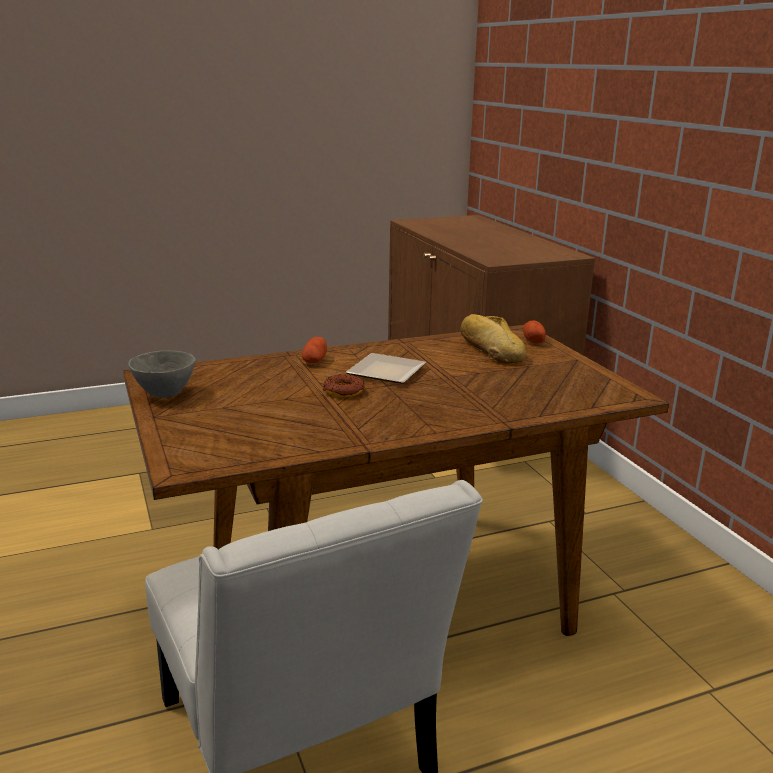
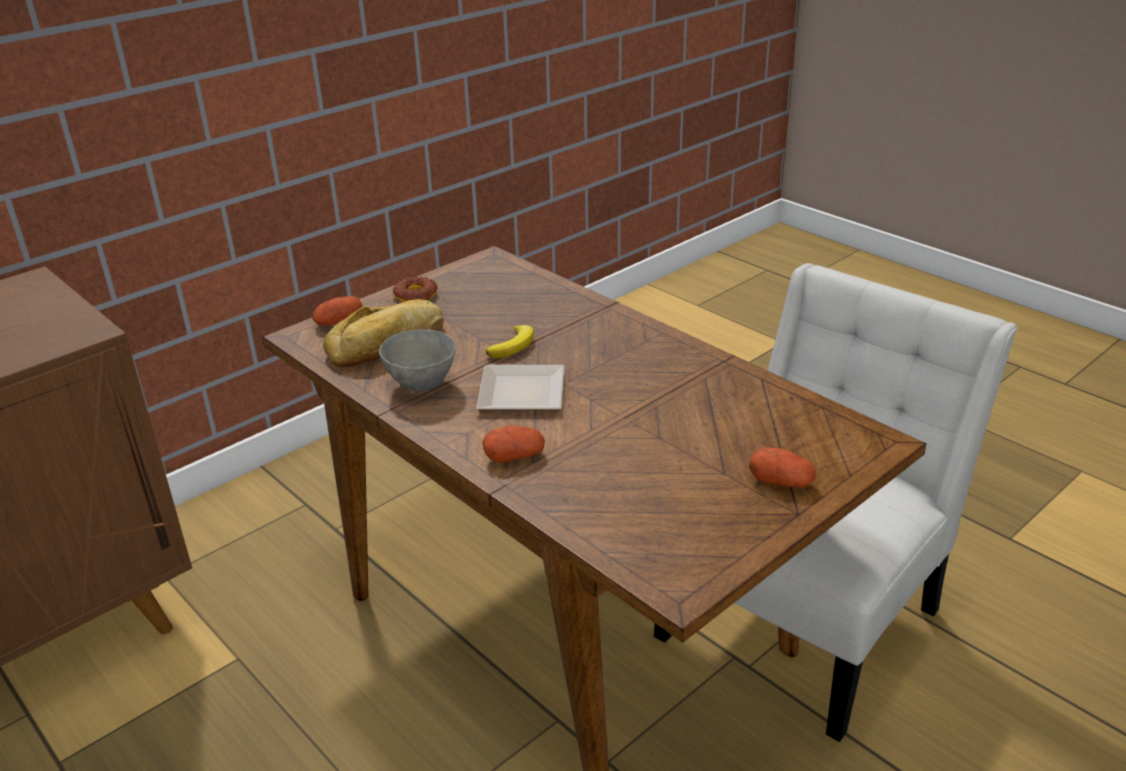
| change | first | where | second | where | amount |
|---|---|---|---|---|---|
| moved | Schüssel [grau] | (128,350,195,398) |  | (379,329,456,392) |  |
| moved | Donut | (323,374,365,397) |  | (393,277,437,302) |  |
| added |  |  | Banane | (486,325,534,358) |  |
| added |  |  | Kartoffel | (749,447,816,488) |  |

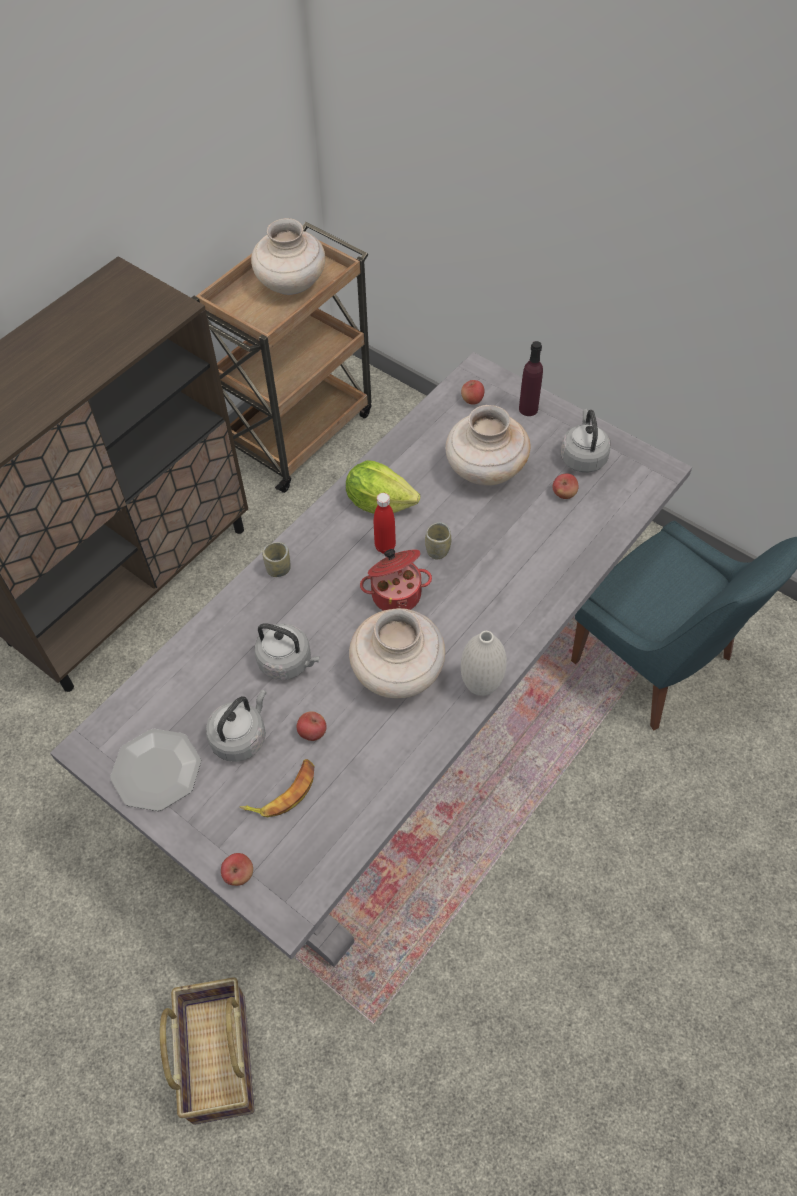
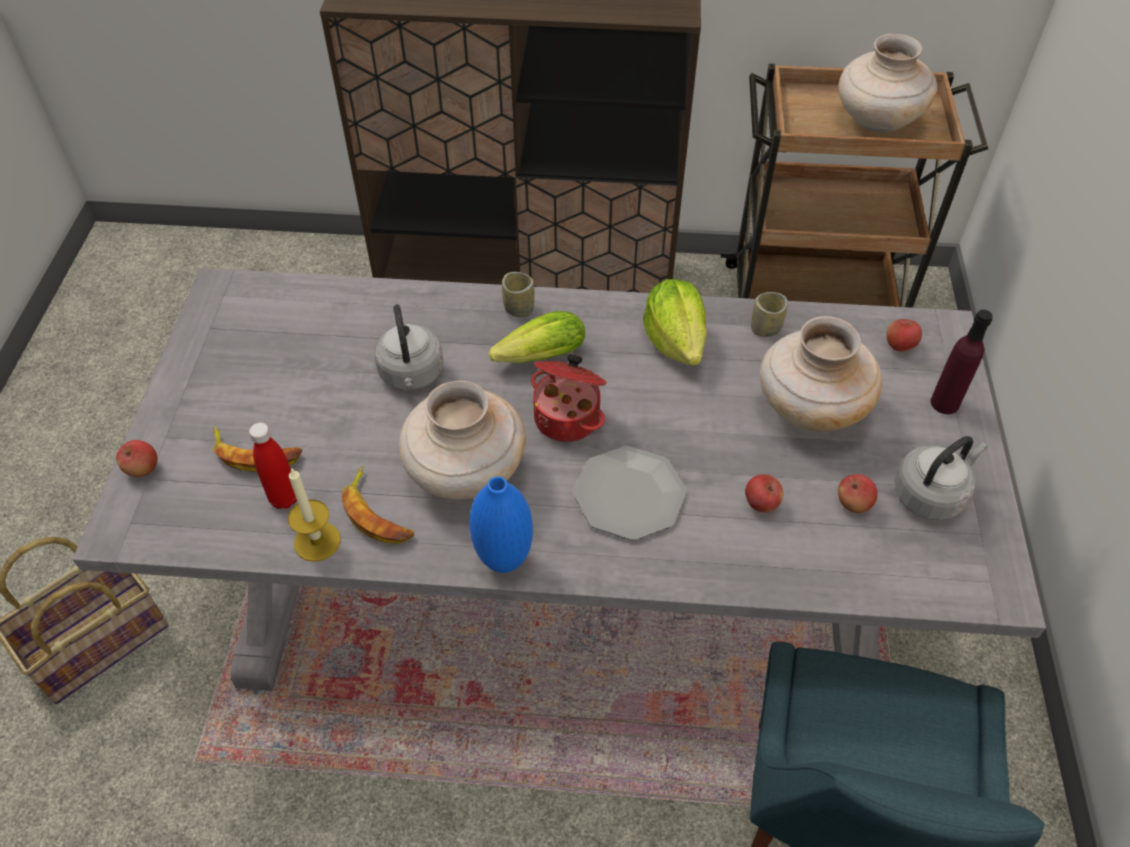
| change | first | where | second | where | amount |
|---|---|---|---|---|---|
| moved | Flasche [rot] | (374,493,396,554) |  | (249,423,297,509) |  |
| moved | Tasse | (425,522,451,559) |  | (751,292,788,337) |  |
| recoloured | Vase [weiß] | (461,631,507,696) | Vase [blau] | (469,476,533,573) |  |
| removed | Wasserkessel [grau] | (206,690,266,762) |  |  |  |
| moved | Apfel | (297,711,327,741) |  | (745,474,784,513) |  |
| moved | Teller | (110,729,201,811) |  | (573,446,687,540) |  |
| added |  |  | Salatkopf | (489,311,585,363) |  |
| added |  |  | Banane | (342,466,414,544) |  |
| added |  |  | Kerze | (288,467,341,562) |  |

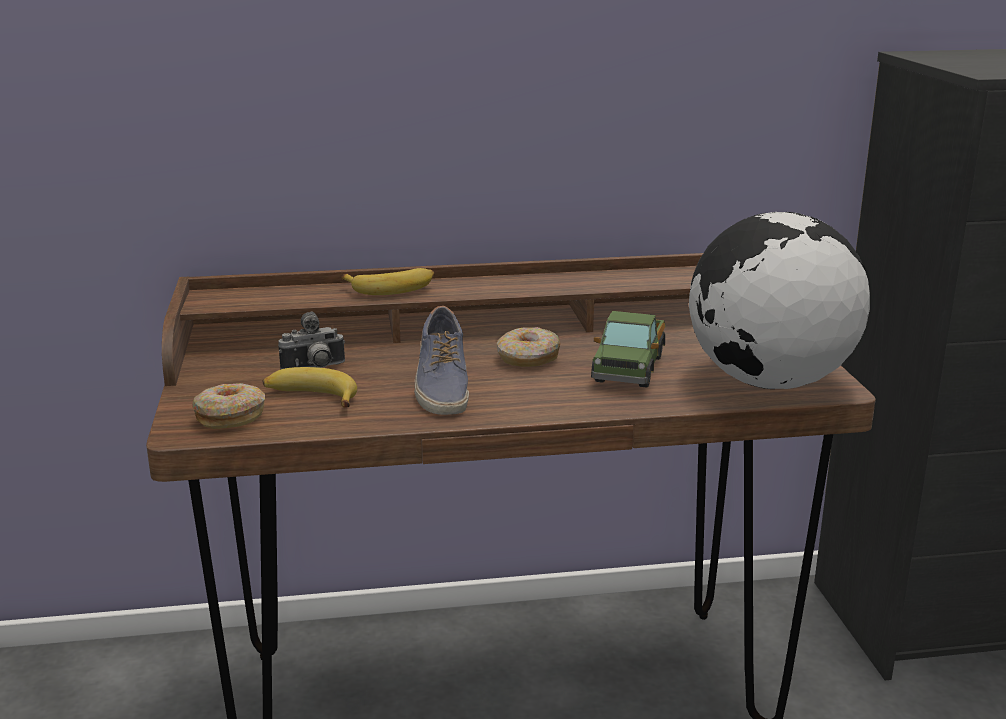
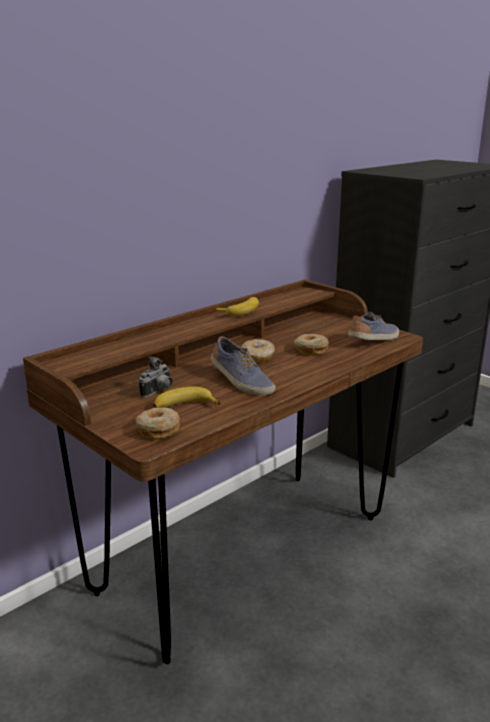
| change | first | where | second | where | amount |
|---|---|---|---|---|---|
| replaced | Globus | (689,212,870,389) | Schuh | (348,312,399,340) |  |
| moved | Banane | (341,268,434,295) |  | (214,297,259,316) |  |
| replaced | Spielzeuglaster | (591,311,666,388) | Donut | (294,334,329,355) |  |

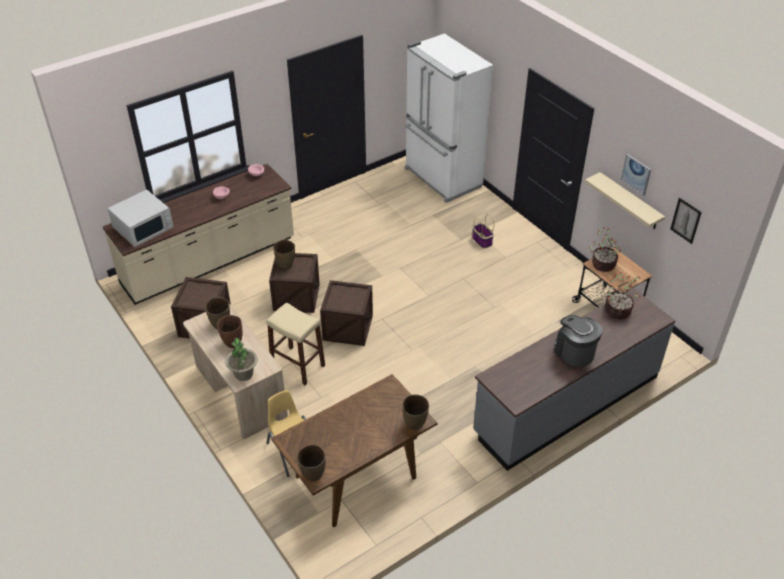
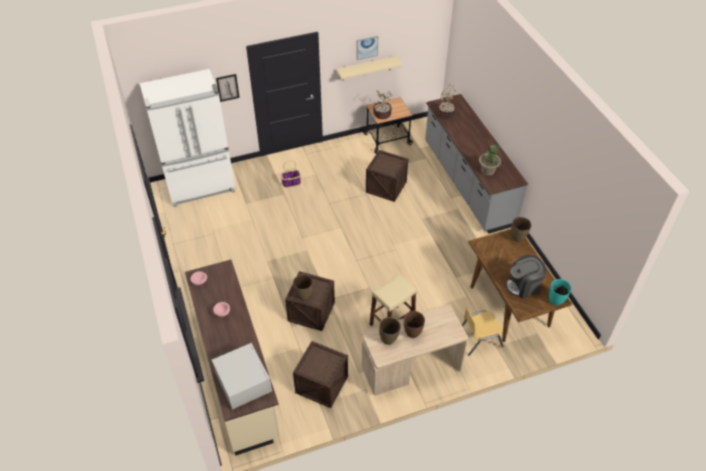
| change | first | where | second | where | amount |
|---|---|---|---|---|---|
| moved | Bild | (670,198,702,244) |  | (216,74,240,102) |  |
| moved | Kiste | (320,280,373,346) |  | (366,150,408,202) |  |
| moved | Kaffeemaschine | (554,315,603,367) |  | (506,255,546,298) |  |
| moved | Topfpflanze | (225,338,258,381) |  | (479,144,501,176) |  |
| recoloured | Vase [braun] | (297,445,326,481) | Vase [türkis] | (549,279,572,305) |  |

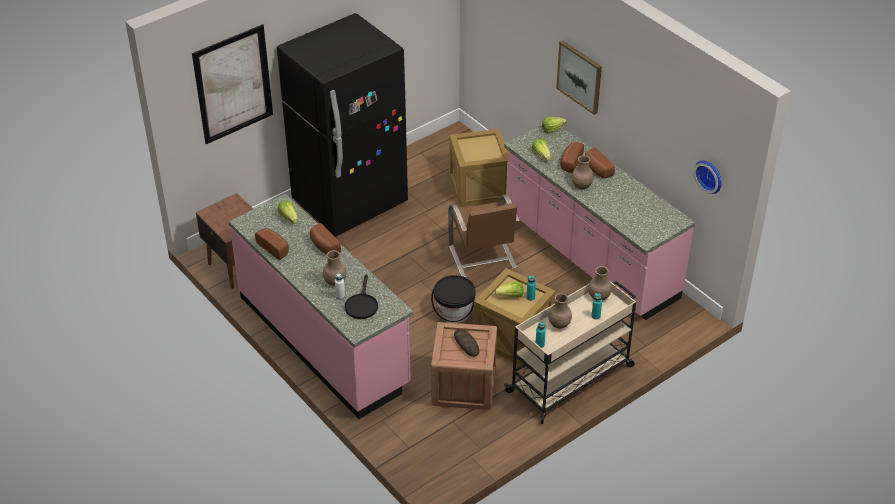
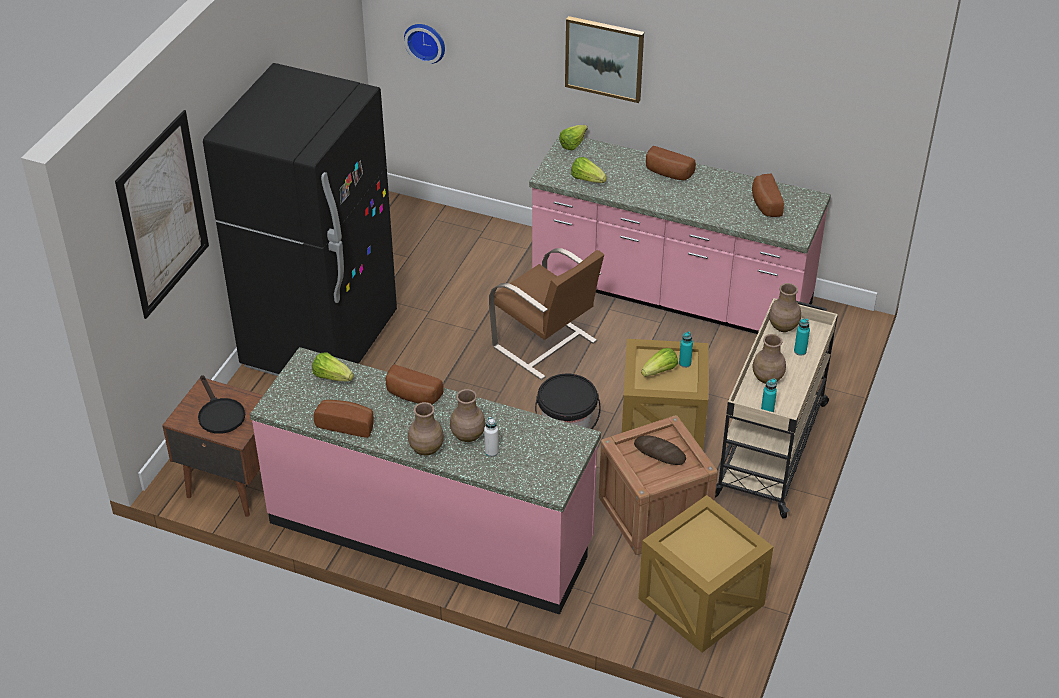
| change | first | where | second | where | amount |
|---|---|---|---|---|---|
| moved | Kiste | (449,129,508,207) |  | (638,495,773,653) |  |
| moved | Brot | (560,142,584,173) |  | (752,174,784,217) |  |
| moved | Vase [braun] | (572,155,594,189) |  | (408,402,444,455) |  |
| moved | Wanduhr | (694,161,722,194) |  | (404,24,445,64) |  |
| moved | Pfanne [schwarz] | (345,274,378,319) |  | (198,375,245,434) |  |

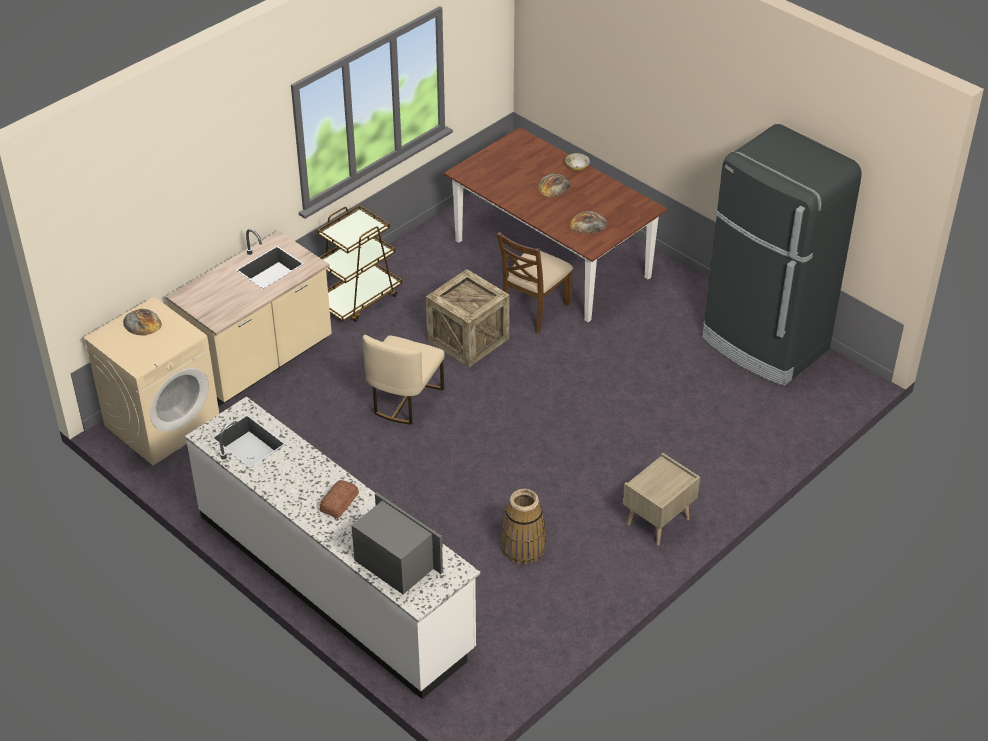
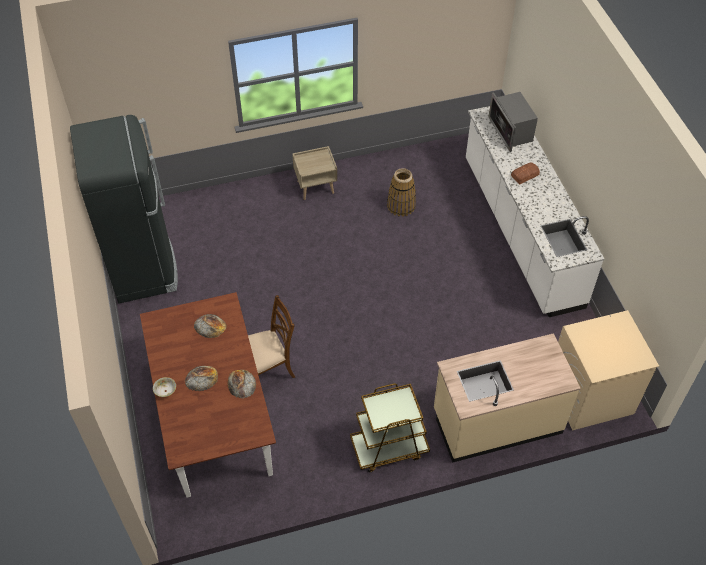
| change | first | where | second | where | amount |
|---|---|---|---|---|---|
| removed | Kiste | (426,269,510,367) |  |  |  |
| moved | Brot | (123,309,162,336) |  | (228,370,256,399) |  |
| removed | Stuhl [beige] | (363,335,445,425) |  |  |  |

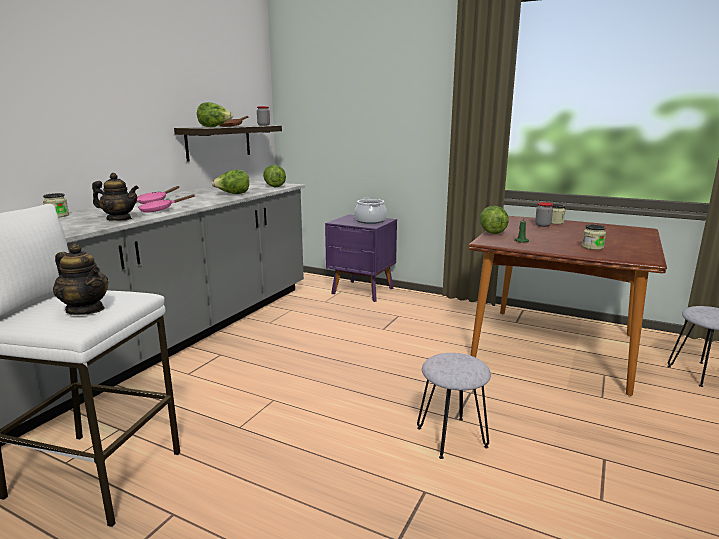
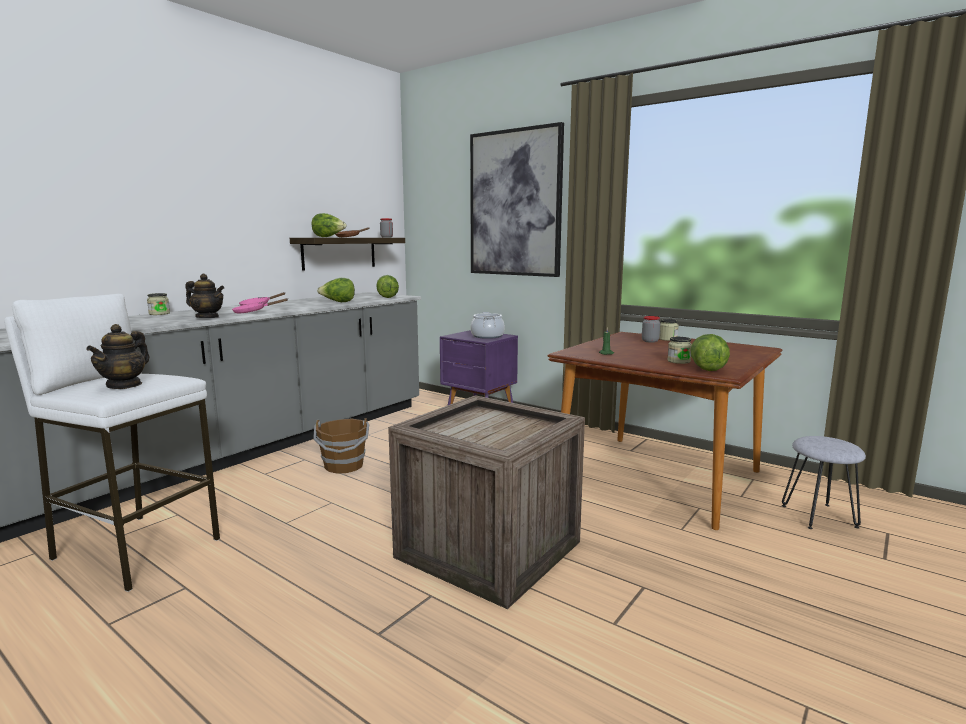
| change | first | where | second | where | amount |
|---|---|---|---|---|---|
| moved | Salatkopf | (480,206,509,234) |  | (690,334,730,371) |  |
| turned | Teekanne | (53,244,108,315) |  | (86,324,150,389) | 60 degrees clockwise |
| replaced | Hocker [grau] | (417,353,491,459) | Kiste | (388,395,585,609) |  |
| added |  |  | Bild | (470,122,564,277) |  |
| added |  |  | Eimer [braun] | (313,418,369,473) |  |

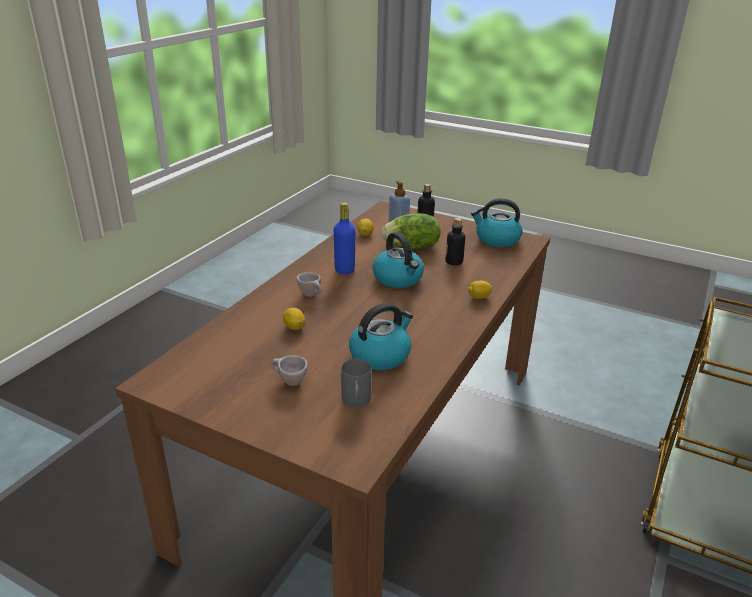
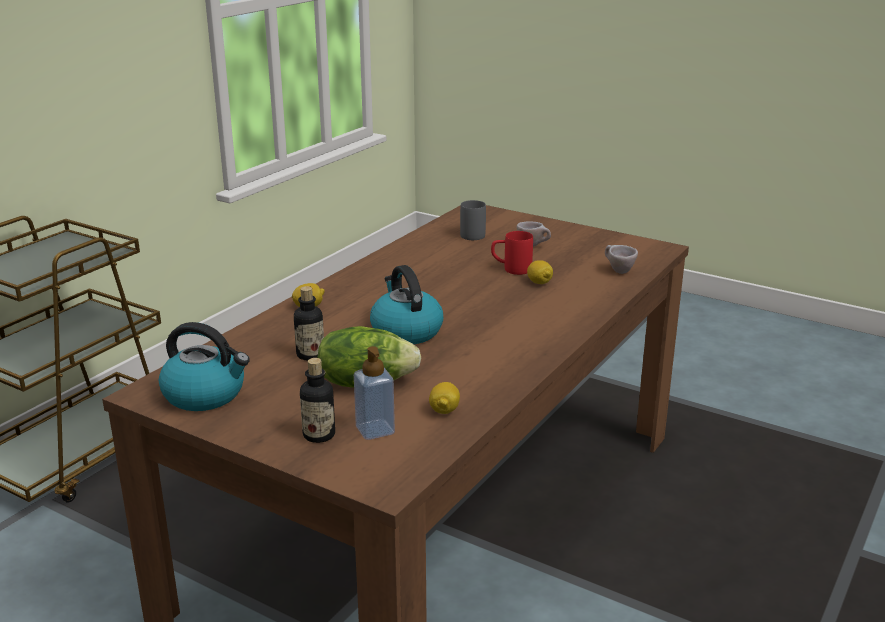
| change | first | where | second | where | amount |
|---|---|---|---|---|---|
| removed | Flasche [blau] | (334,202,356,274) |  |  |  |
| moved | Tasse [beige] | (296,273,322,297) |  | (605,245,638,274) |  |
| removed | Wasserkessel | (349,303,413,370) |  |  |  |
| added |  |  | Henkelbecher [rot] | (491,231,533,275) |  |

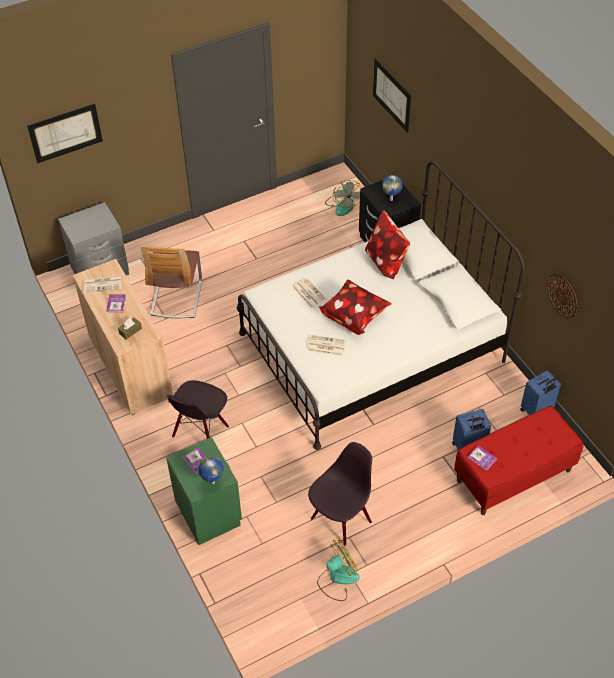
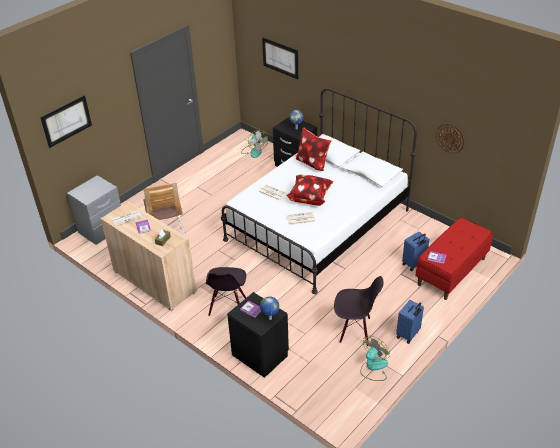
| change | first | where | second | where | amount |
|---|---|---|---|---|---|
| moved | Koffer [blau] | (520,370,561,415) |  | (396,300,424,344) |  |
| recoloured | Nachttisch [grün] | (166,437,242,545) | Nachttisch [schwarz] | (227,292,289,378) |  |
| turned | Stuhl [schwarz] | (308,442,372,546) |  | (334,276,384,346) | 75 degrees clockwise |

